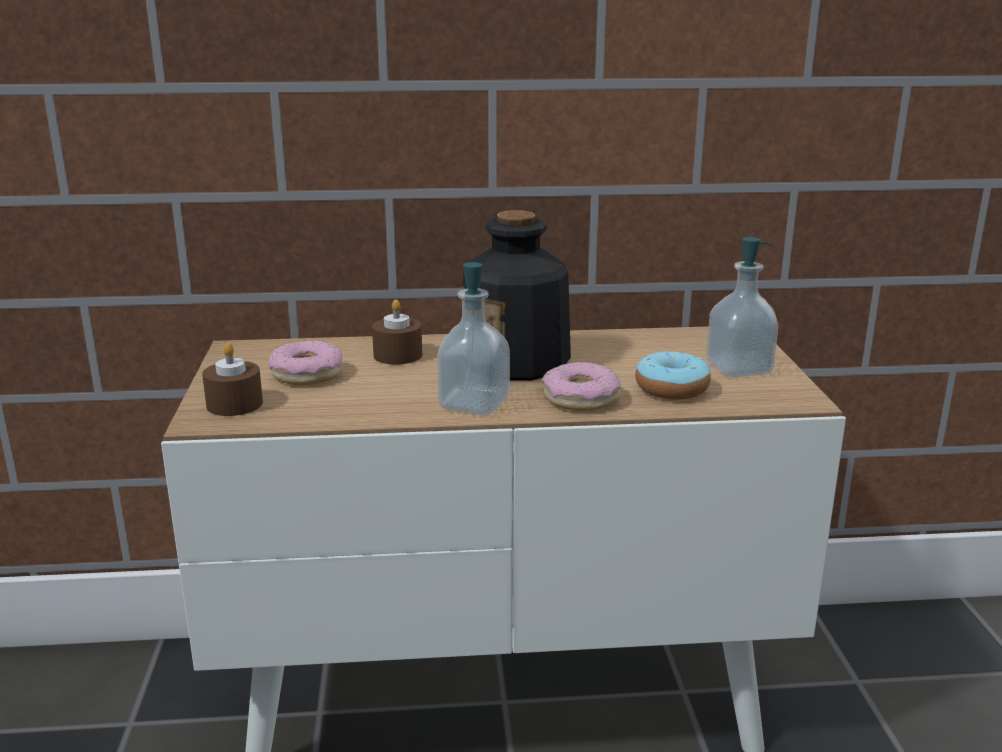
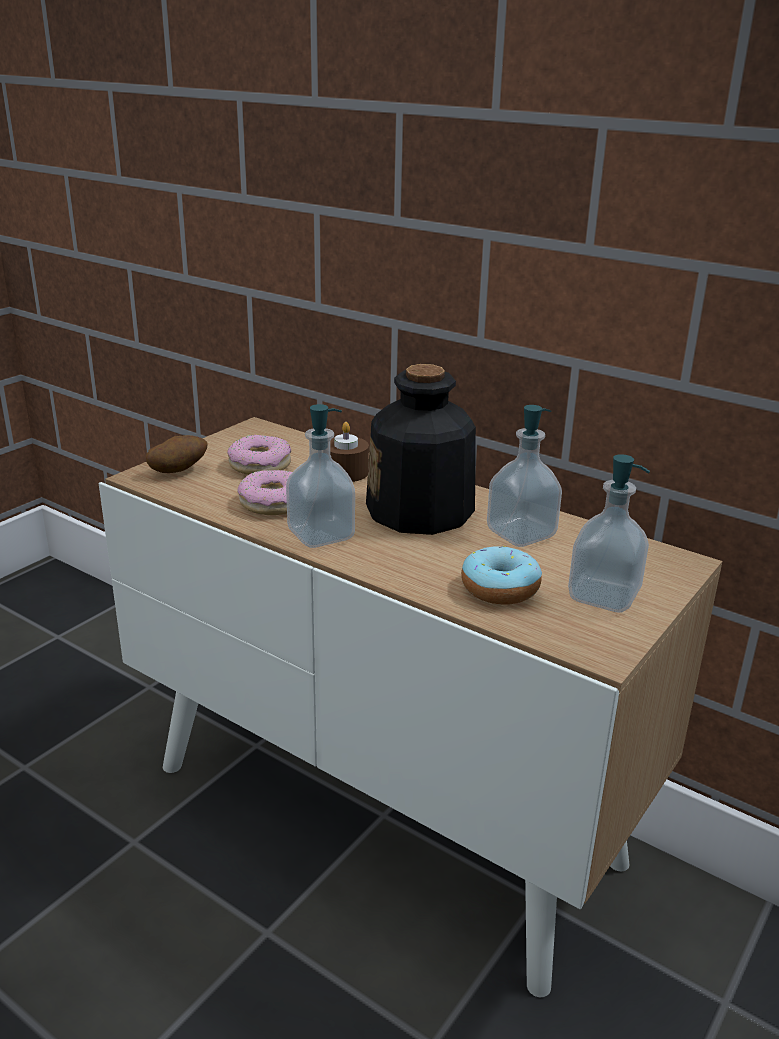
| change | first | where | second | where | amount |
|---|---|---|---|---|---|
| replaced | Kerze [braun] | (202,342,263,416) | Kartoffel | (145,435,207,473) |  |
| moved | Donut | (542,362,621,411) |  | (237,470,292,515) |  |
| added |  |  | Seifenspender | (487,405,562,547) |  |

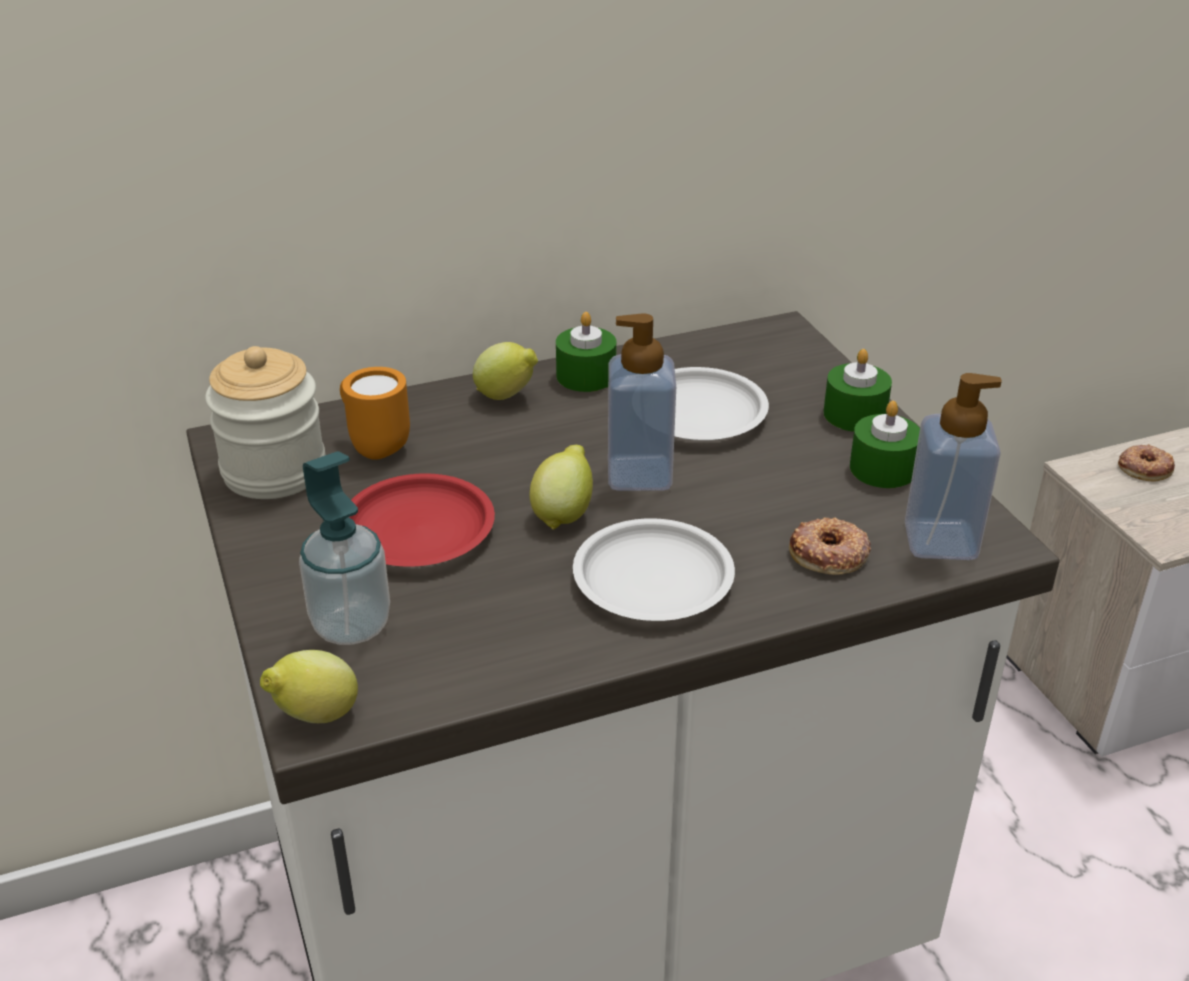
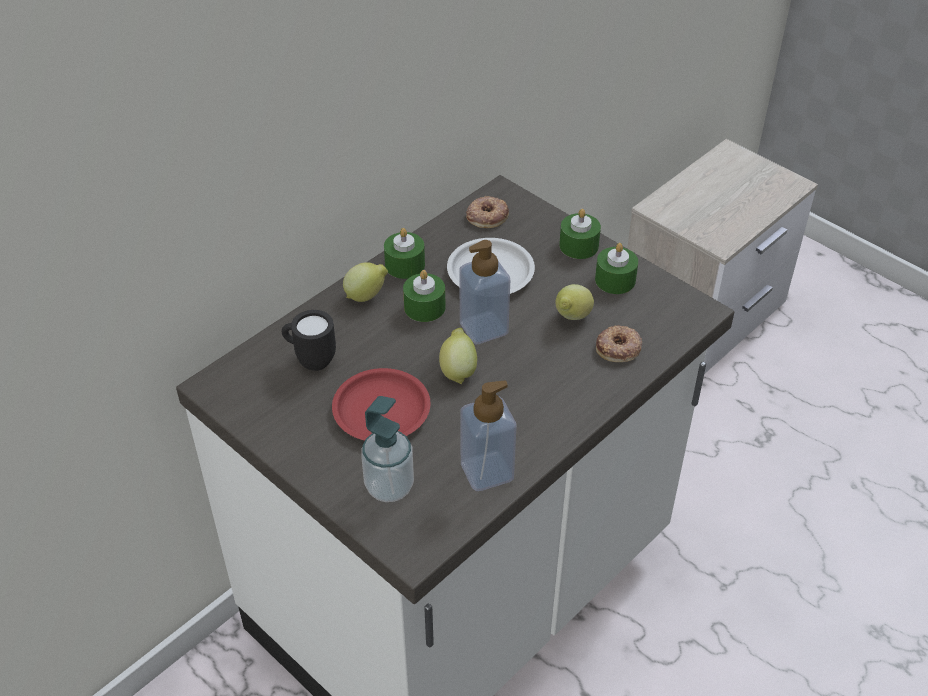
| change | first | where | second | where | amount |
|---|---|---|---|---|---|
| removed | Vorratsglas | (205,346,326,499) |  |  |  |
| recoloured | Henkelbecher [orange] | (340,367,410,460) | Henkelbecher [schwarz] | (282,310,336,371) |  |
| moved | Seifenspender | (905,373,1002,560) |  | (460,380,516,491) |  |
| moved | Donut | (1118,444,1175,481) |  | (466,196,509,228) |  |
| removed | Teller [weiß] | (573,518,735,621) |  |  |  |
| moved | Zitrone | (260,650,358,723) |  | (556,284,594,320) |  |
| added |  |  | Kerze [grün] | (403,270,446,322) |  |

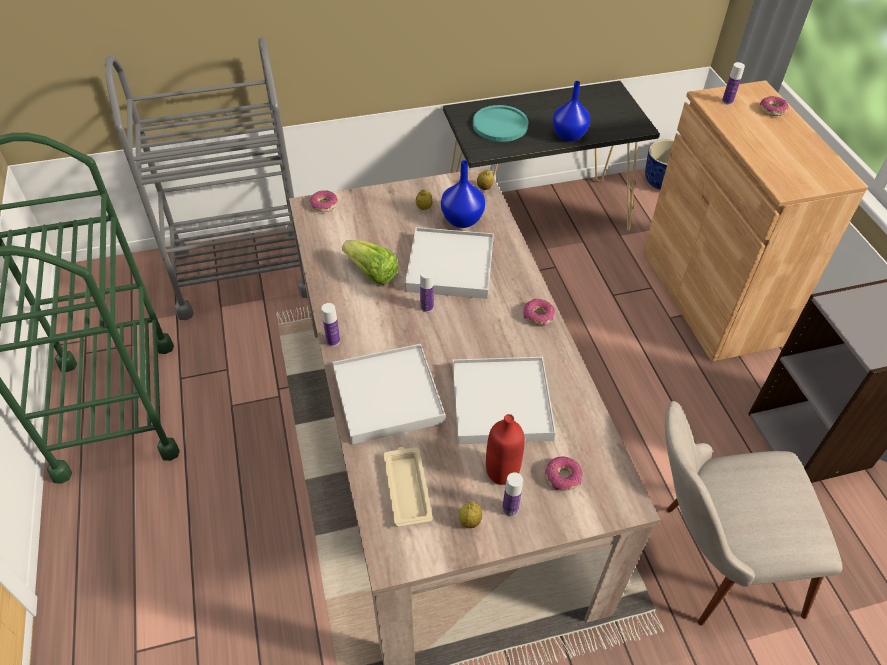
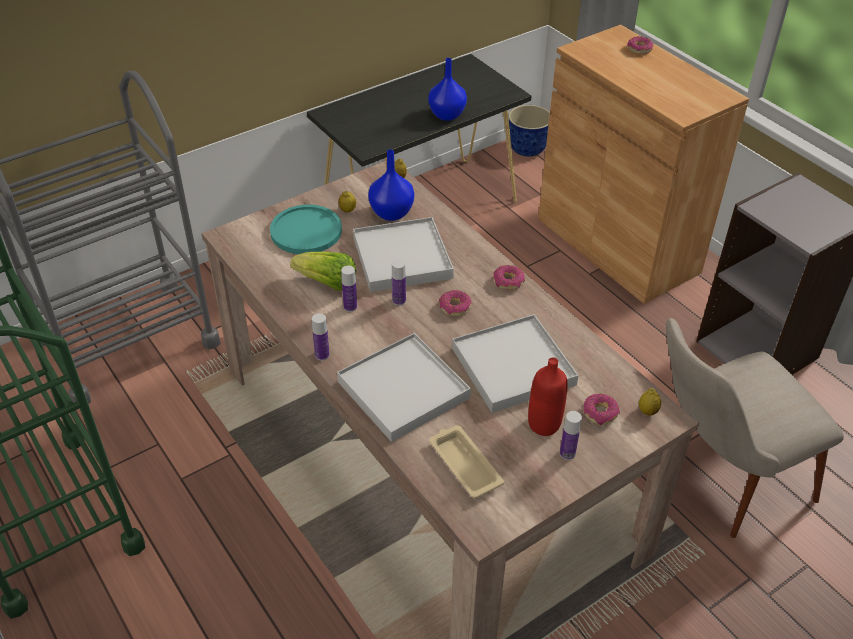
| change | first | where | second | where | amount |
|---|---|---|---|---|---|
| moved | Flasche | (722,62,745,105) |  | (341,266,357,312) |  |
| moved | Teller [türkis] | (473,105,529,142) |  | (270,205,342,254) |  |
| moved | Donut | (309,190,338,212) |  | (439,290,471,316) |  |
| moved | Zitrone | (459,501,482,528) |  | (639,388,661,416) |  |

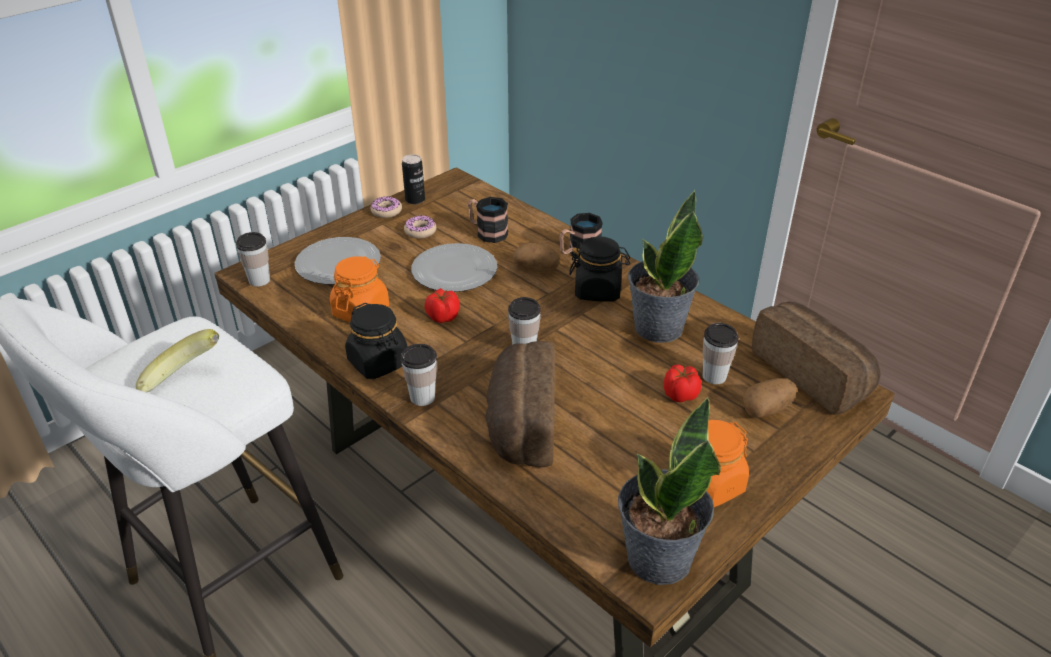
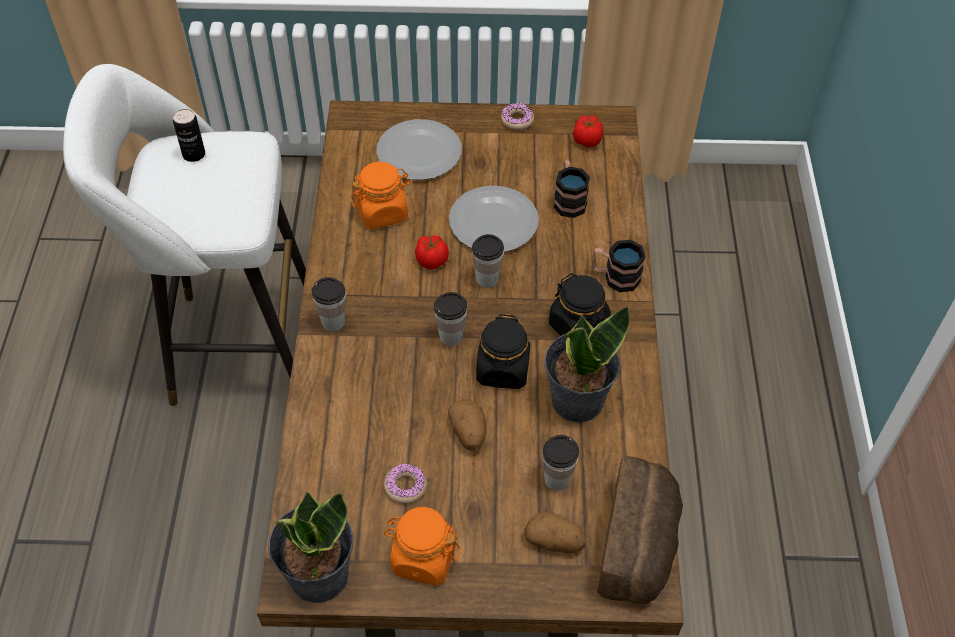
| change | first | where | second | where | amount |
|---|---|---|---|---|---|
| moved | Dose | (402,154,425,204) |  | (173,108,205,162) |  |
| moved | Donut | (404,215,436,239) |  | (384,464,427,504) |  |
| moved | Tasse | (236,232,270,287) |  | (472,234,504,288) |  |
| moved | Kartoffel | (513,243,559,272) |  | (448,400,487,451) |  |
| moved | Vorratsglas [schwarz] | (345,303,408,379) |  | (476,314,530,389) |  |
| removed | Banane | (136,329,219,392) |  |  |  |
| removed | Brot | (485,341,555,467) |  |  |  |
| moved | Tomate | (664,364,701,402) |  | (573,115,603,147) |  |

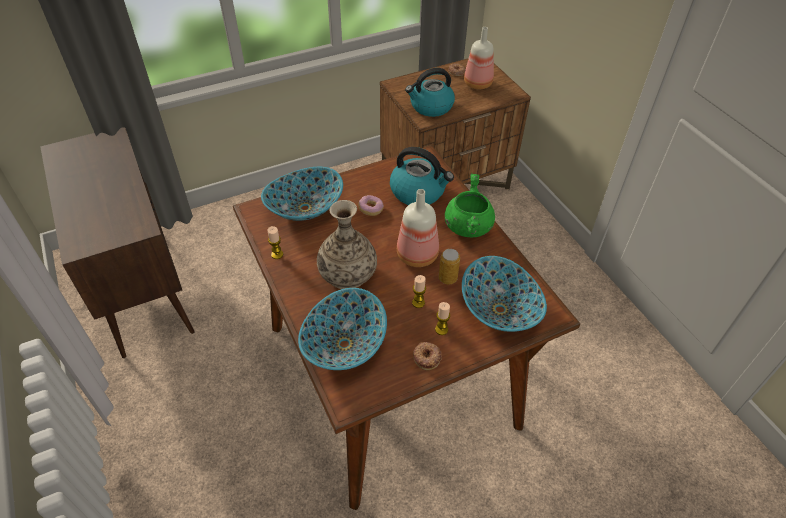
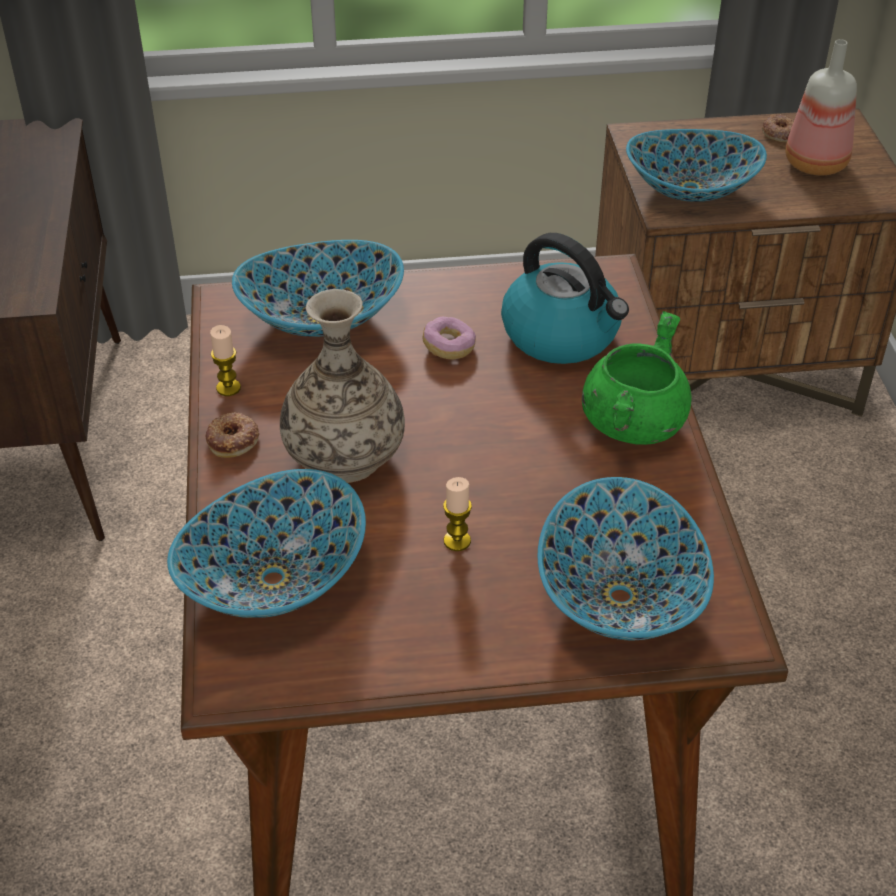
| change | first | where | second | where | amount |
|---|---|---|---|---|---|
| replaced | Wasserkessel | (405,68,455,117) | Schüssel | (626,129,767,202) |  |
| removed | Flasche | (397,189,439,267) |  |  |  |
| removed | Dose | (439,249,460,284) |  |  |  |
| removed | Kerze | (435,302,450,335) |  |  |  |
| moved | Donut | (413,342,442,370) |  | (206,412,259,458) |  |

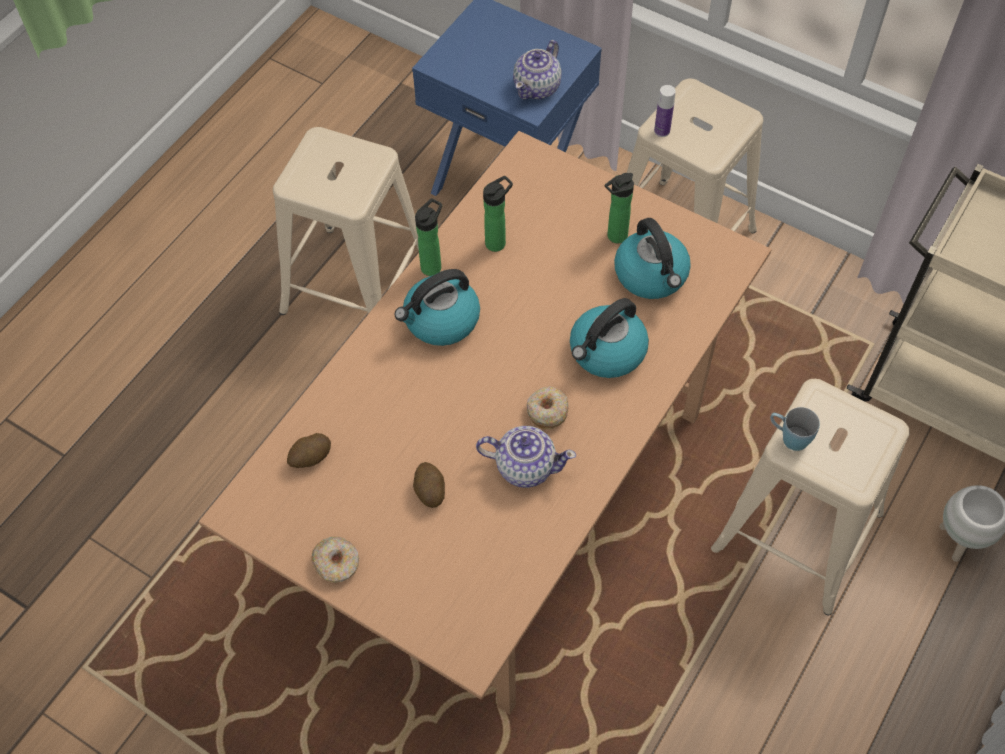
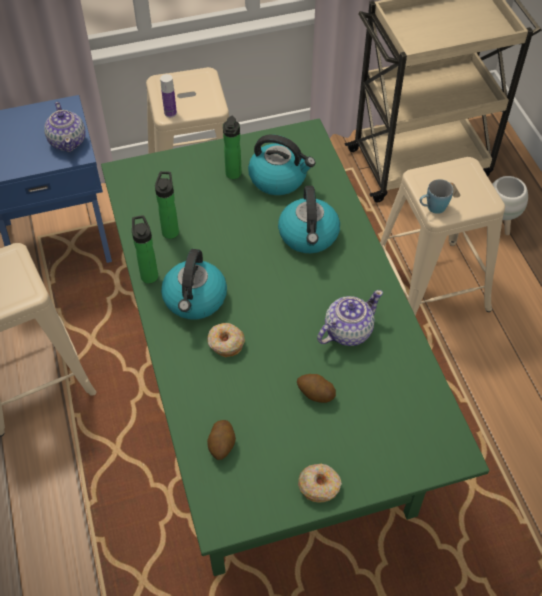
| change | first | where | second | where | amount |
|---|---|---|---|---|---|
| recoloured | Esstisch [braun] | (199,131,772,714) | Esstisch [grün] | (101,118,489,576) |  |
| moved | Donut | (527,386,569,429) |  | (207,323,245,357) |  |

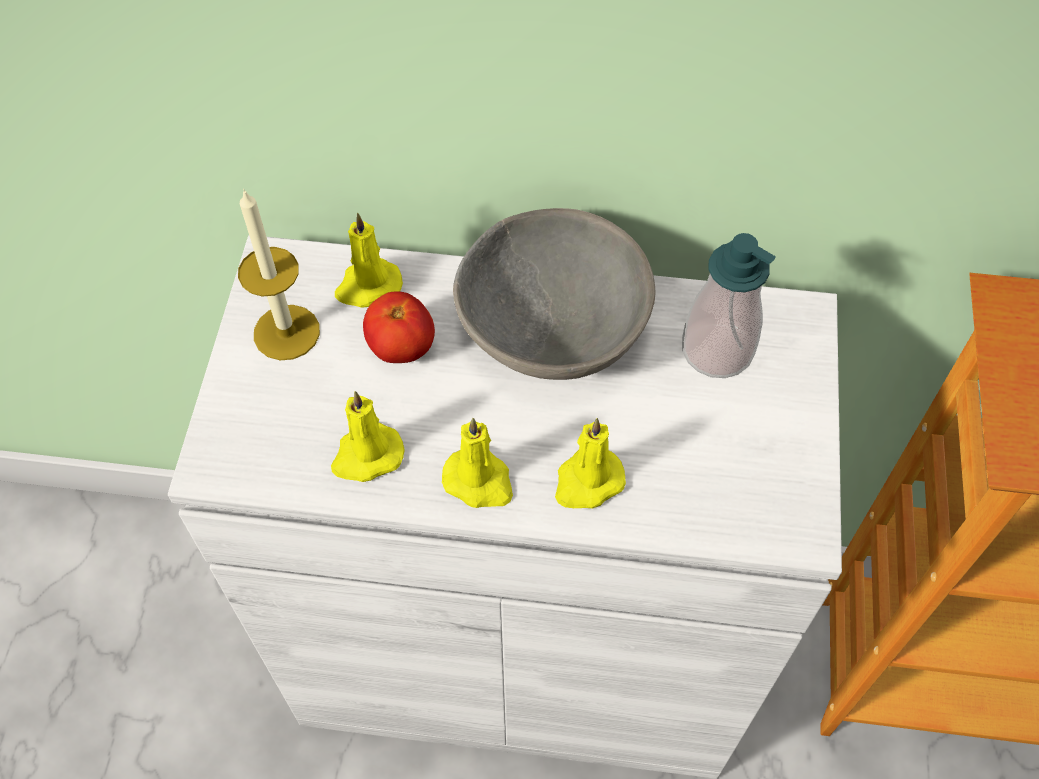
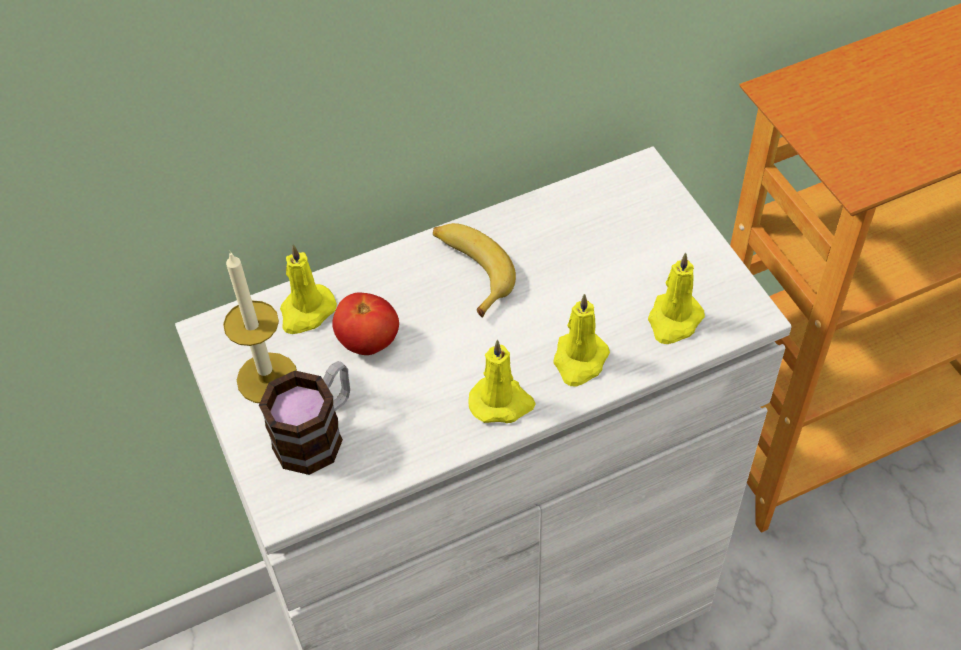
| change | first | where | second | where | amount |
|---|---|---|---|---|---|
| replaced | Schüssel [grau] | (453,208,656,380) | Banane | (433,223,516,318) |  |
| removed | Seifenspender | (682,233,776,378) |  |  |  |
| moved | Kerze [gelb] | (331,391,405,482) |  | (648,253,705,344) |  |
| added |  |  | Henkelbecher | (259,361,350,475) |  |

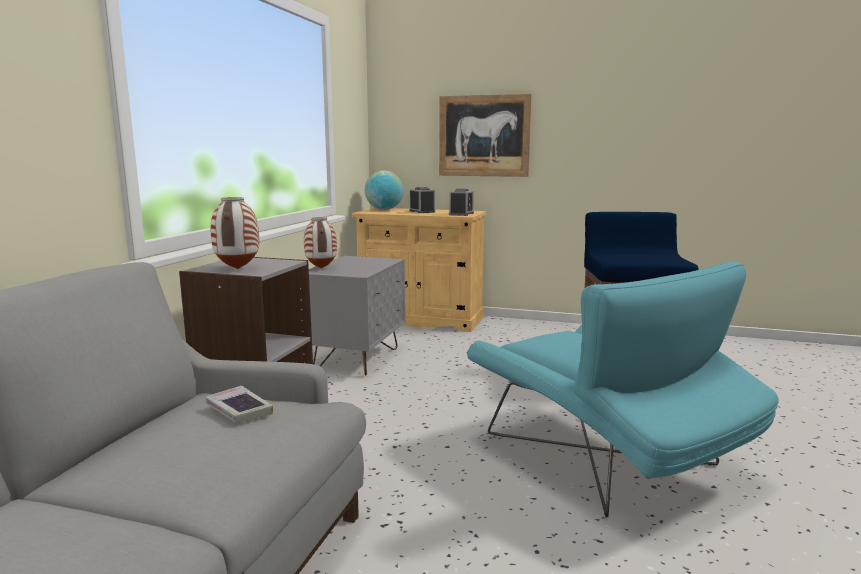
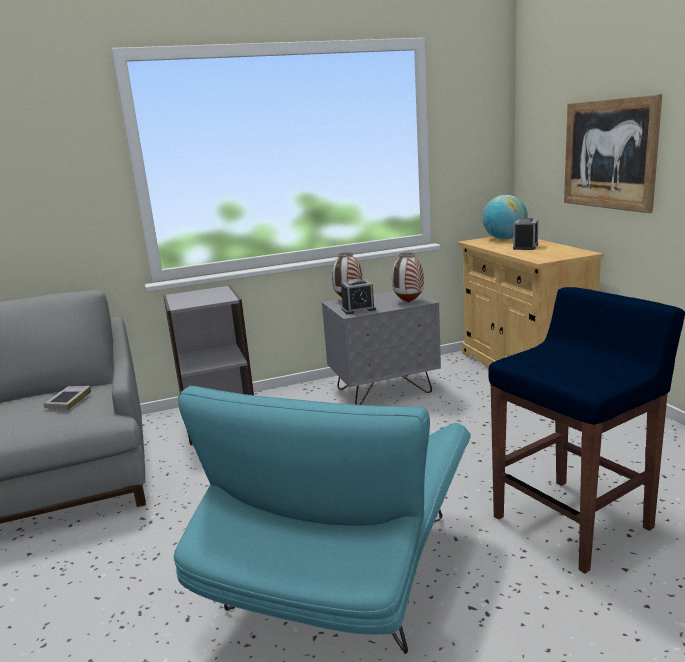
| change | first | where | second | where | amount |
|---|---|---|---|---|---|
| moved | Wecker | (449,189,474,216) |  | (341,279,376,315) |  |
| moved | Vase | (211,197,259,269) |  | (392,253,424,302) |  |

